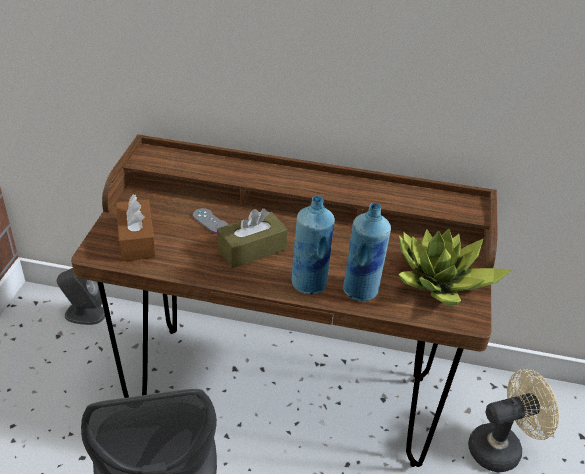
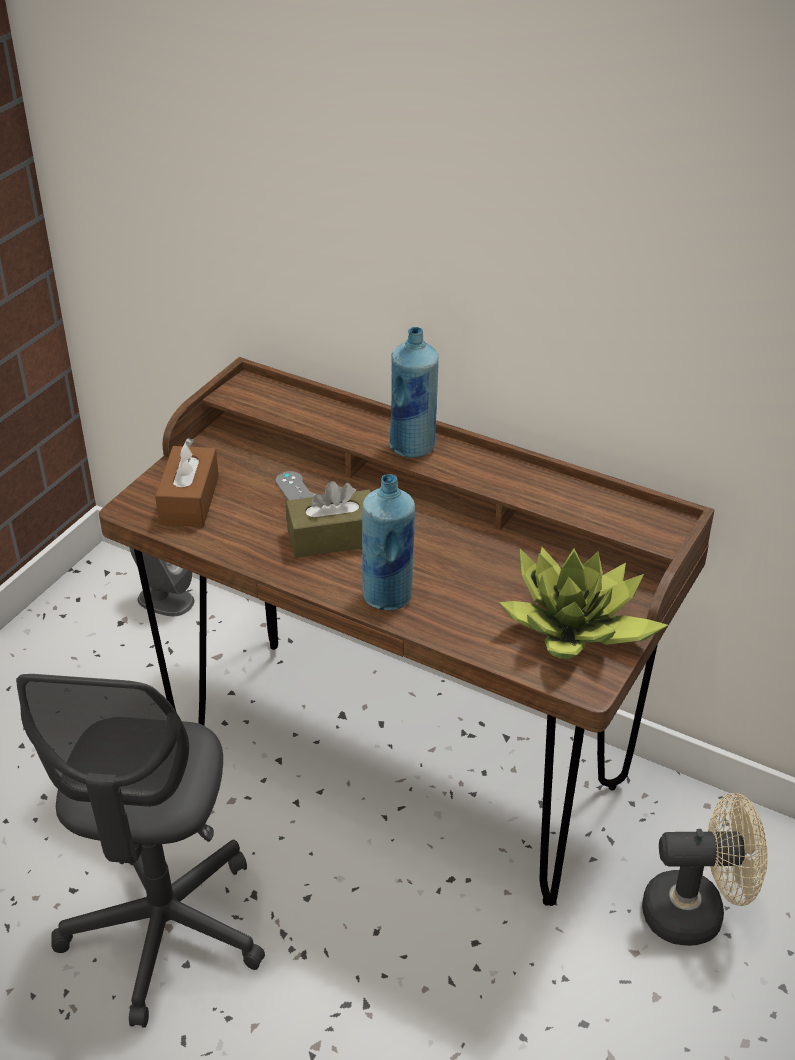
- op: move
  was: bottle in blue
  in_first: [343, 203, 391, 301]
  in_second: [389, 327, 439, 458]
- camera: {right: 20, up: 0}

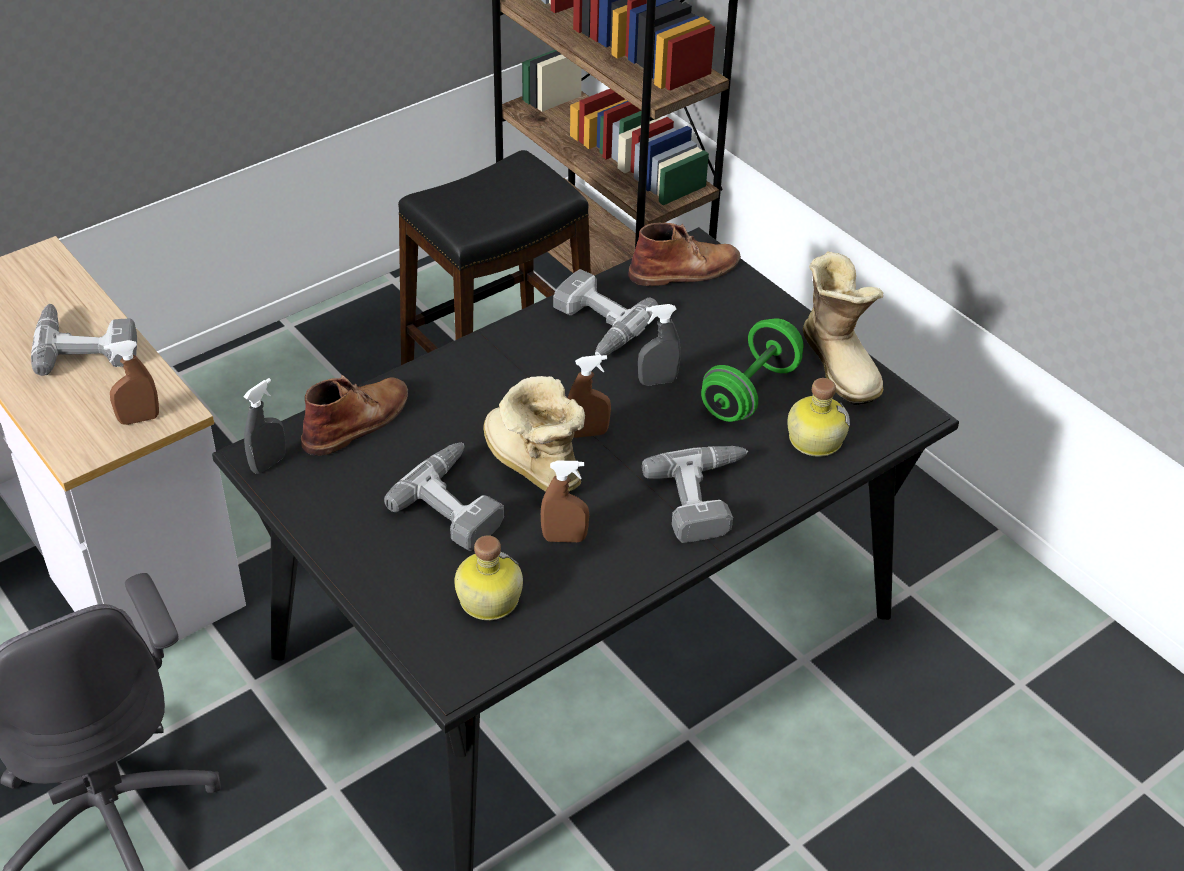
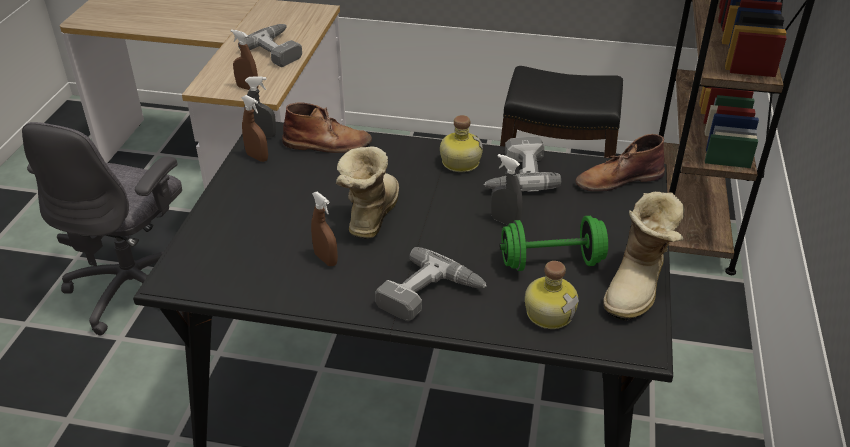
- op: delete
  was: power drill
  in_first: [384, 442, 504, 551]
- op: move
  was: bottle
  in_first: [454, 535, 523, 620]
  in_second: [440, 115, 483, 172]
- op: move
  was: spray bottle in brown
  in_first: [568, 355, 611, 438]
  in_second: [241, 95, 268, 162]
- op: rotate
  was: boot in brown
  in_first: [628, 223, 741, 286]
  in_second: [575, 134, 665, 192]
  clockwise: 135
- camera: {right: 50, up: -5}

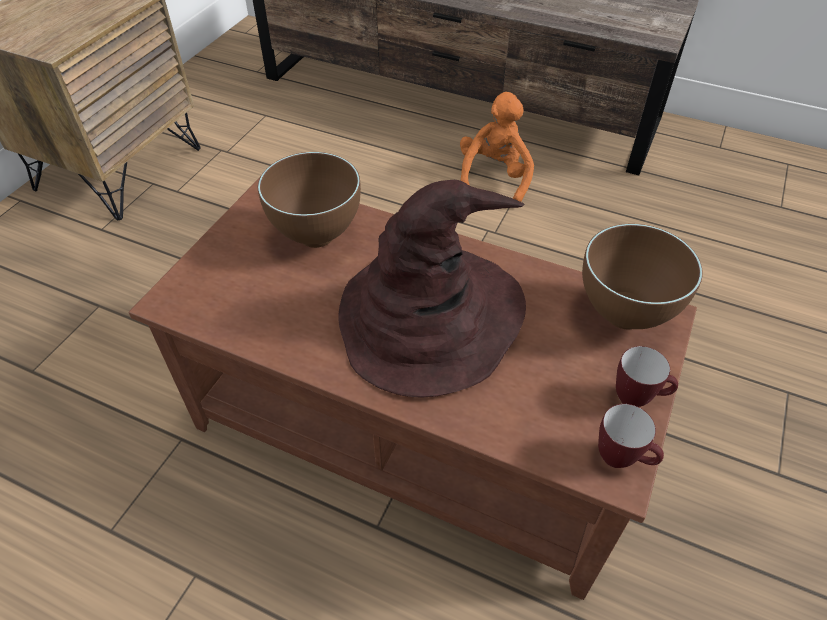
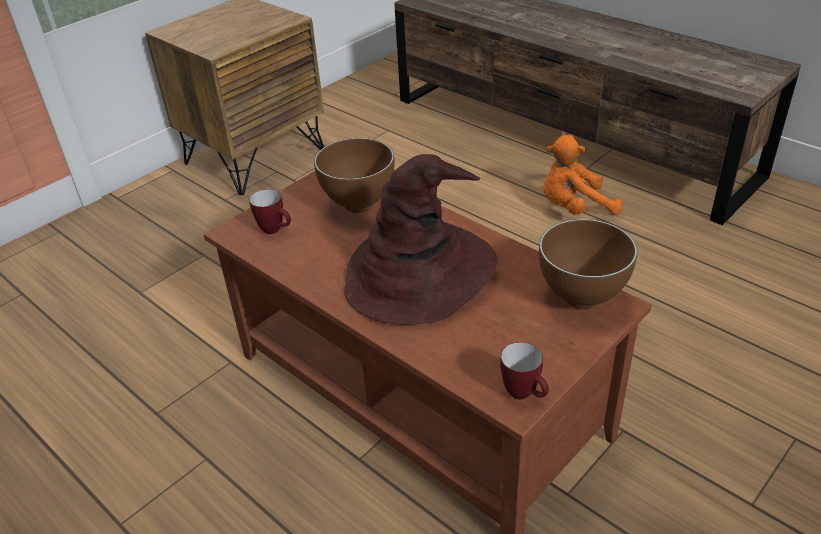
- op: move
  was: mug
  in_first: [616, 346, 678, 407]
  in_second: [249, 189, 291, 234]
- op: rotate
  was: plush toy in orange
  in_first: [460, 92, 534, 202]
  in_second: [543, 135, 622, 215]
  clockwise: -135
- camera: {right: 20, up: -10}

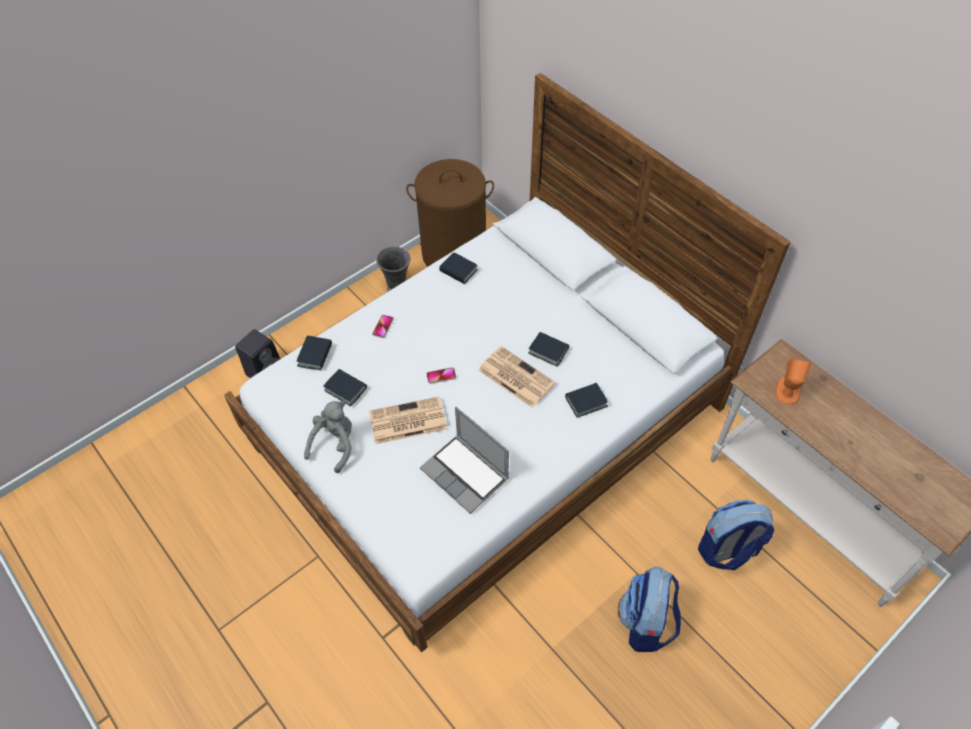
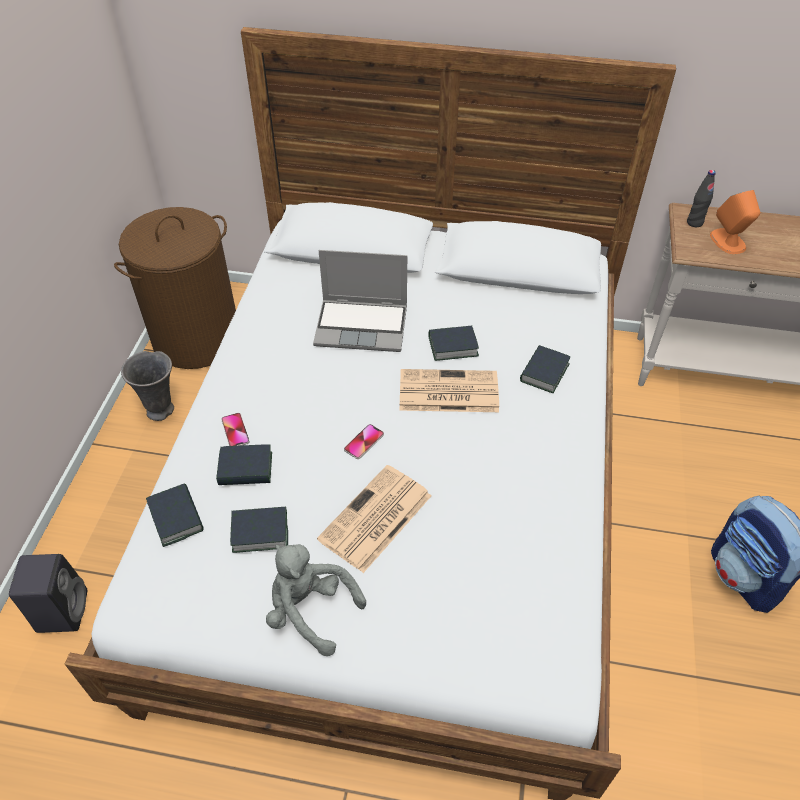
- op: delete
  was: backpack
  in_first: [698, 500, 774, 570]
- op: insert
  now: bottle in black
  in_second: [687, 170, 716, 227]
- op: move
  was: laptop
  in_first: [420, 407, 509, 514]
  in_second: [313, 250, 407, 352]
- op: move
  was: book
  in_first: [439, 252, 478, 284]
  in_second: [216, 444, 272, 485]
- op: rotate
  was: plush toy in grey
  in_first: [304, 401, 352, 473]
  in_second: [266, 544, 366, 656]
  clockwise: -45
- camera: {right: -40, up: -5}

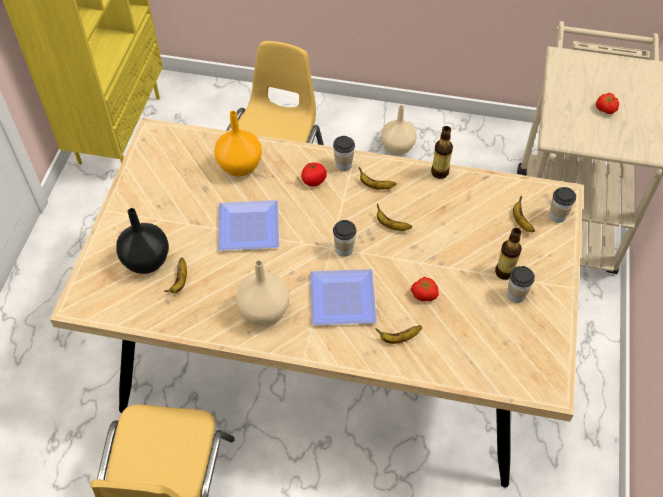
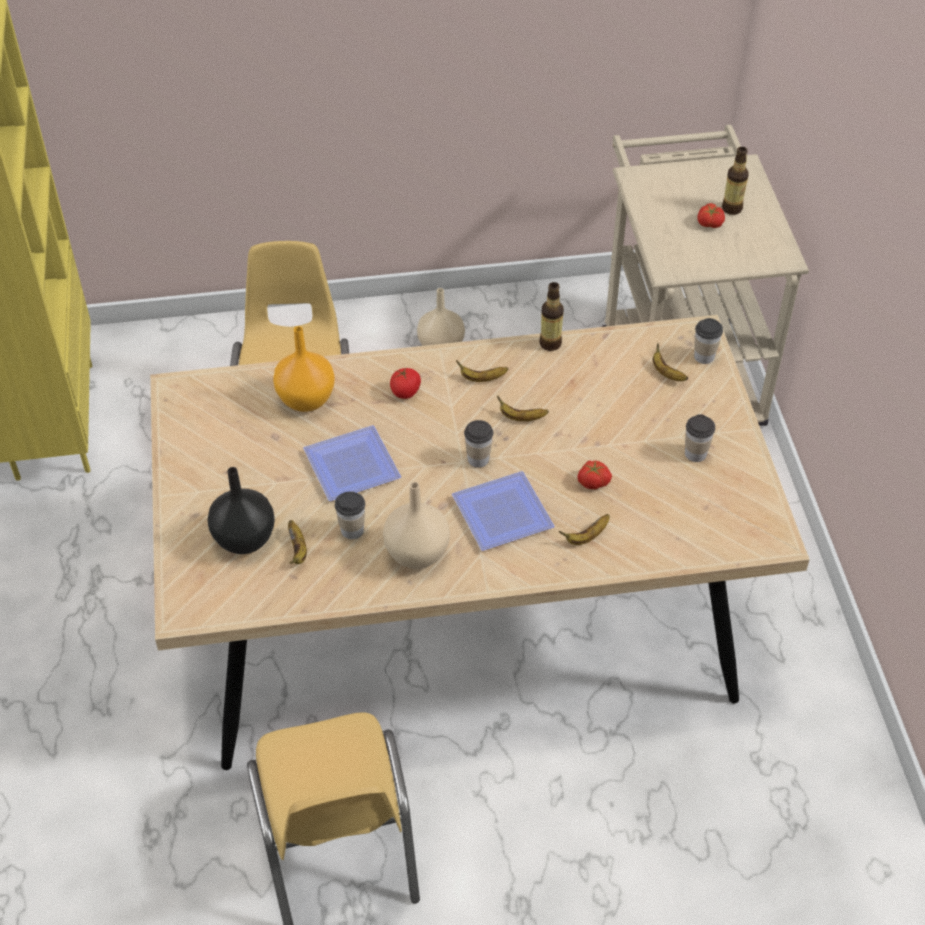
- op: move
  was: cup
  in_first: [333, 136, 355, 171]
  in_second: [335, 492, 365, 539]
- op: move
  was: bottle
  in_first: [495, 228, 522, 280]
  in_second: [722, 147, 749, 215]
- camera: {right: -20, up: -5}

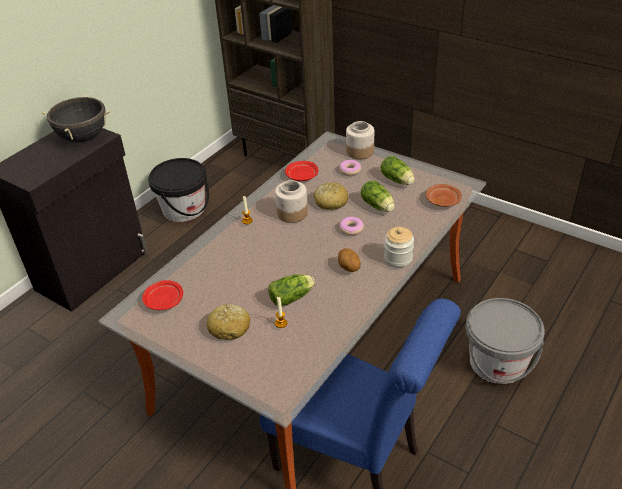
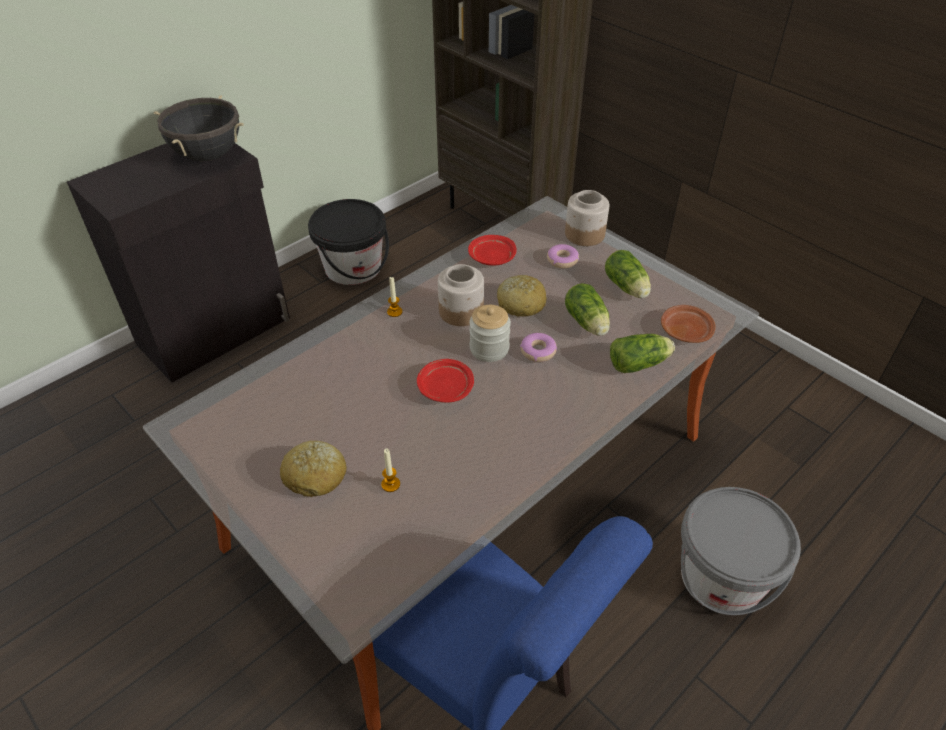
- op: delete
  was: potato
  in_first: [338, 248, 361, 272]
- op: move
  was: plate in red
  in_first: [142, 280, 183, 310]
  in_second: [417, 359, 474, 403]
- op: move
  was: lettuce
  in_first: [268, 274, 315, 306]
  in_second: [610, 334, 675, 373]
- op: move
  was: jar
  in_first: [384, 227, 414, 268]
  in_second: [469, 305, 511, 362]
- camera: {right: 10, up: 5}

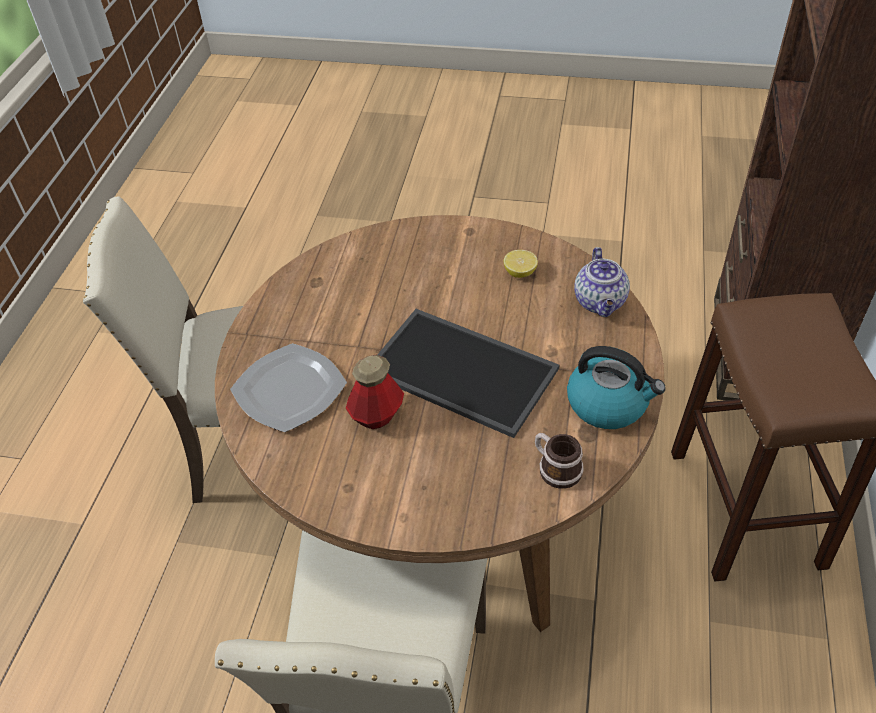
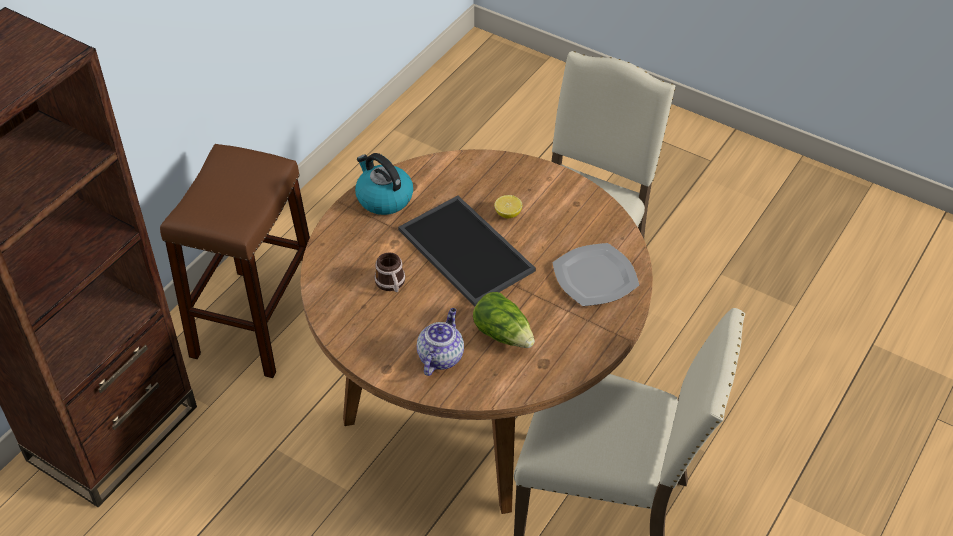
- op: delete
  was: bottle
  in_first: [346, 355, 404, 429]
- op: insert
  now: lettuce
  in_second: [473, 292, 535, 348]
- op: move
  was: lemon
  in_first: [504, 250, 538, 278]
  in_second: [494, 195, 522, 218]
- op: move
  was: mug
  in_first: [535, 433, 584, 489]
  in_second: [374, 252, 405, 292]
- op: move
  was: teapot
  in_first: [574, 247, 630, 317]
  in_second: [417, 308, 464, 376]
- camera: {right: -160, up: 0}

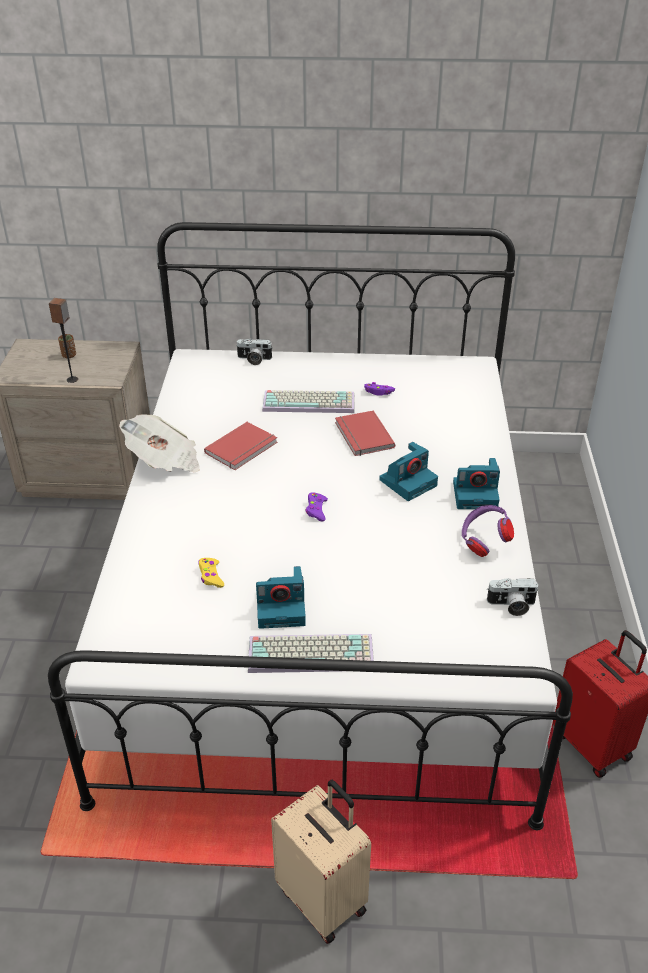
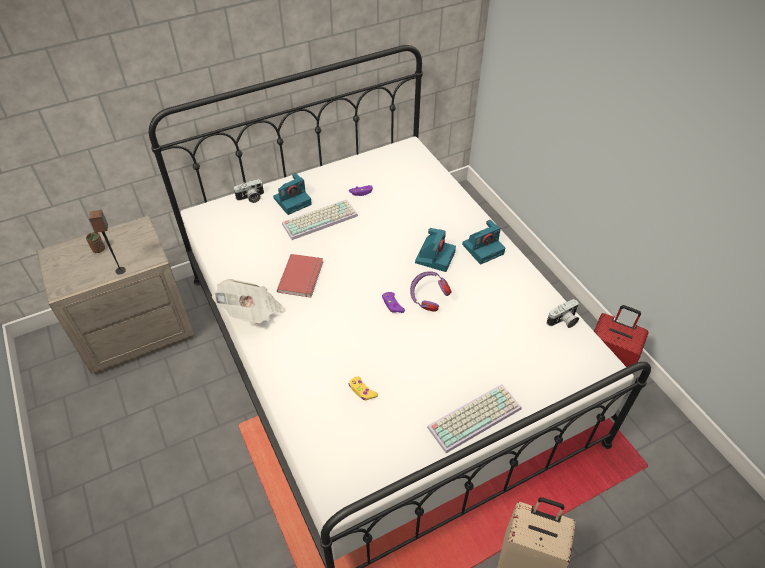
- op: delete
  was: book in red
  in_first: [335, 410, 395, 456]
- op: move
  was: photo camera
  in_first: [256, 566, 306, 629]
  in_second: [273, 173, 312, 215]
- op: move
  was: headphones in purple
  in_first: [462, 505, 514, 557]
  in_second: [410, 271, 451, 312]
- camera: {right: -30, up: 10}

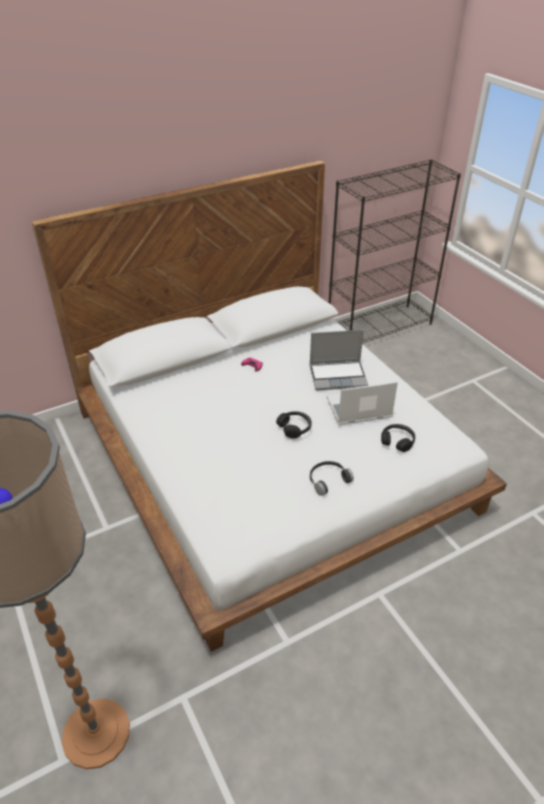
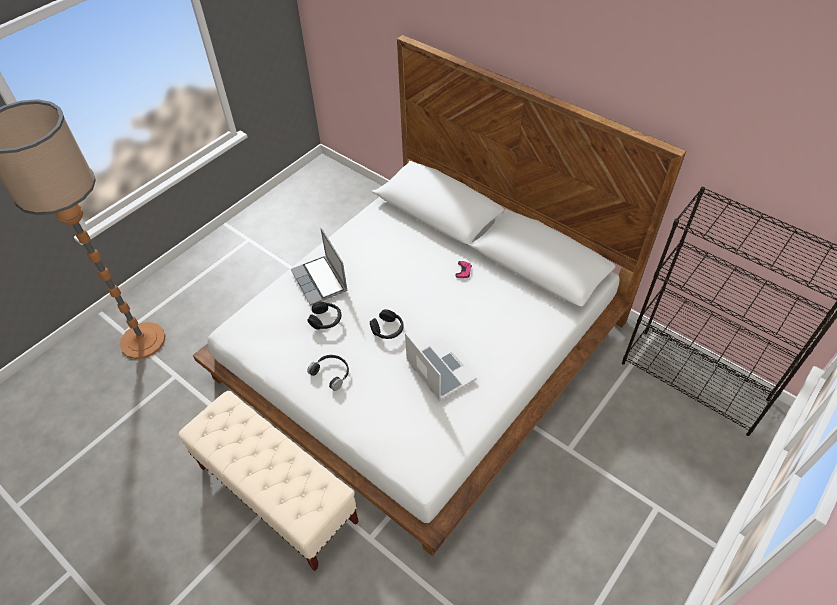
- op: insert
  now: bench in beige
  in_second: [178, 391, 359, 571]
- op: move
  was: laptop
  in_first: [309, 330, 368, 391]
  in_second: [291, 228, 348, 306]
- op: move
  was: headphones in black
  in_first: [381, 424, 415, 452]
  in_second: [307, 302, 341, 330]
- camera: {right: 70, up: 10}

